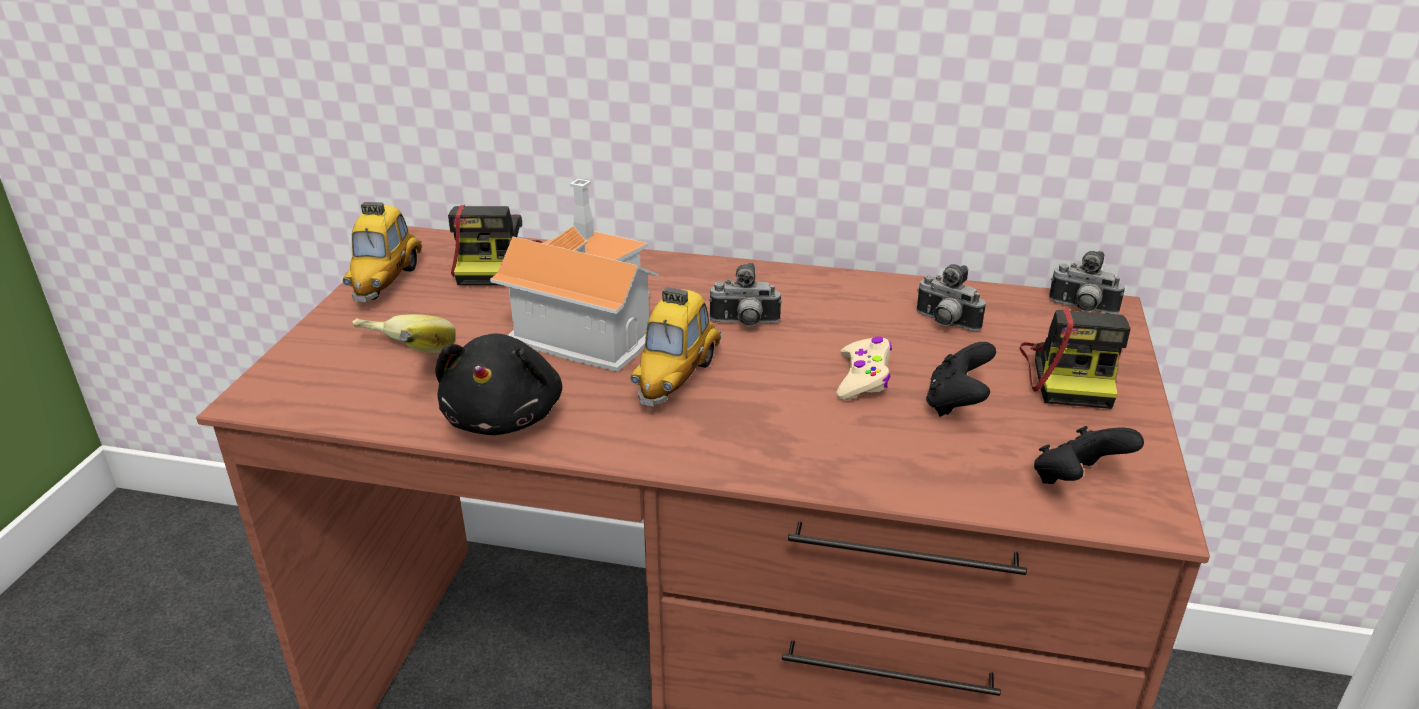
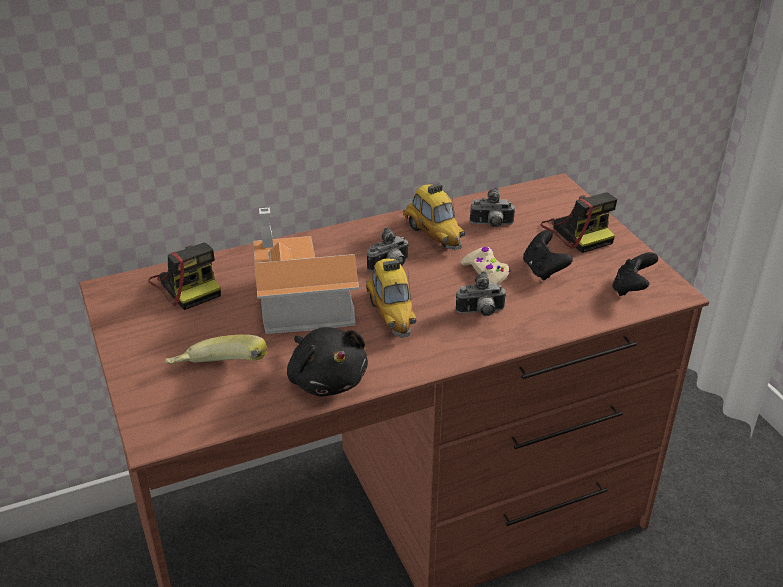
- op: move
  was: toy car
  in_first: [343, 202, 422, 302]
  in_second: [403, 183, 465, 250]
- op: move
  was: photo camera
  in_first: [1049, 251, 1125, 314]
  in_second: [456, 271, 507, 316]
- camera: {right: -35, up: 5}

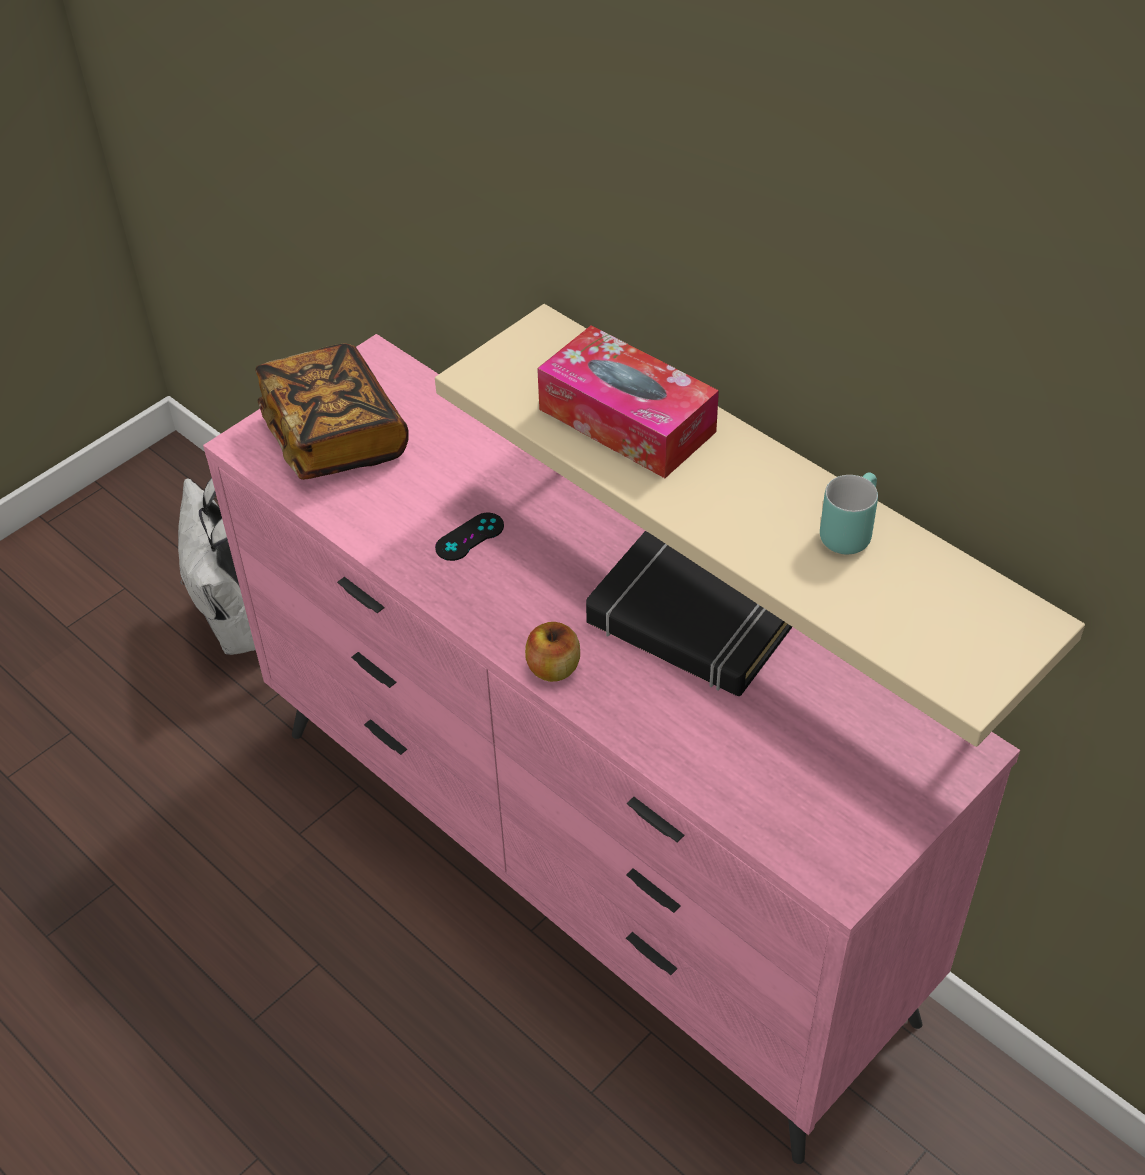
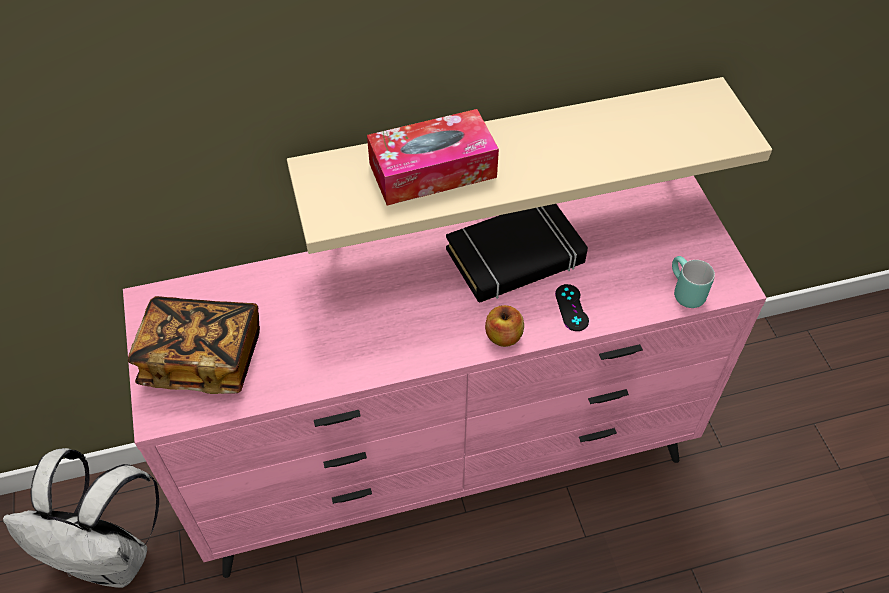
- op: move
  was: game controller in black
  in_first: [435, 513, 504, 561]
  in_second: [555, 284, 589, 331]
- op: move
  was: mug in turquoise
  in_first: [820, 472, 878, 555]
  in_second: [672, 256, 715, 308]
- camera: {right: -60, up: 5}

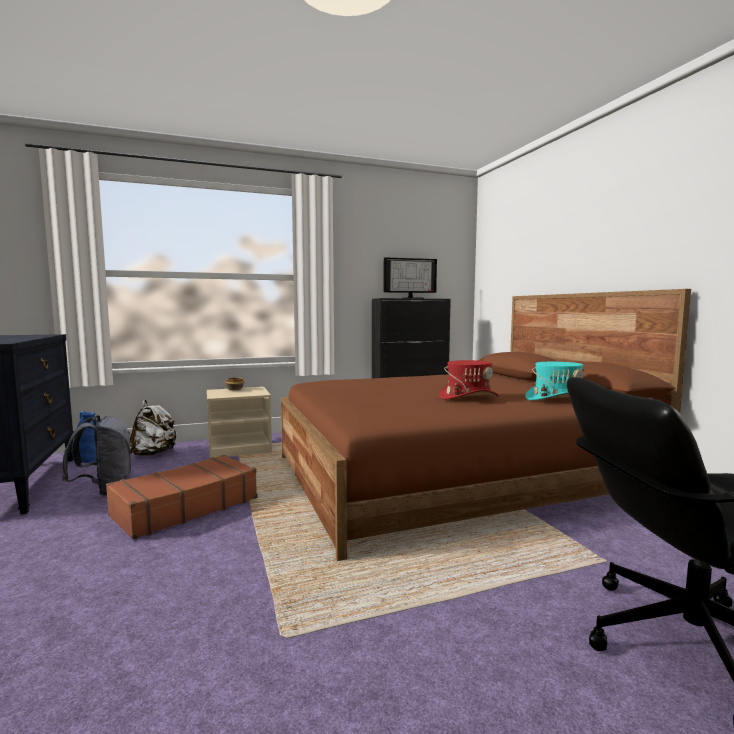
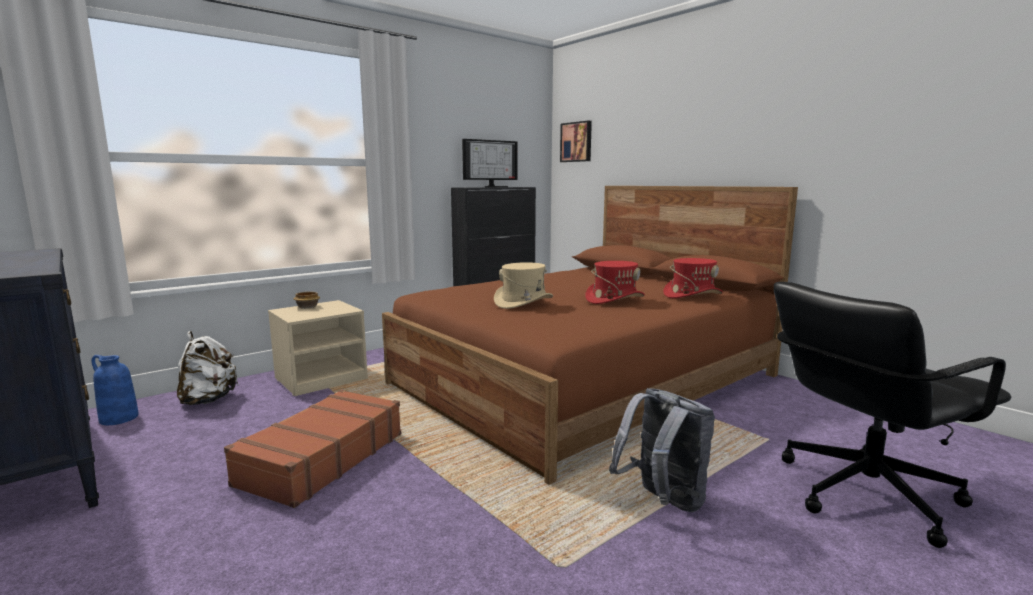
- op: insert
  now: hat in beige
  in_second: [494, 262, 553, 309]
- op: insert
  now: picture
  in_second: [560, 120, 592, 162]
- op: move
  was: backpack in grey
  in_first: [62, 415, 131, 496]
  in_second: [609, 388, 715, 512]
- op: recolor
  was: hat in turquoise
  now: hat in red
  in_first: [525, 362, 585, 400]
  in_second: [663, 258, 723, 298]
- camera: {right: -20, up: 5}

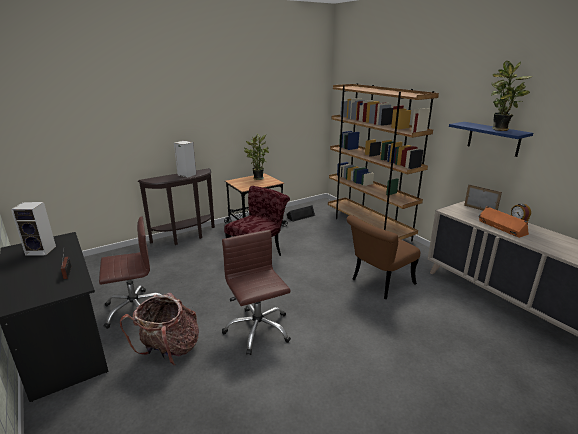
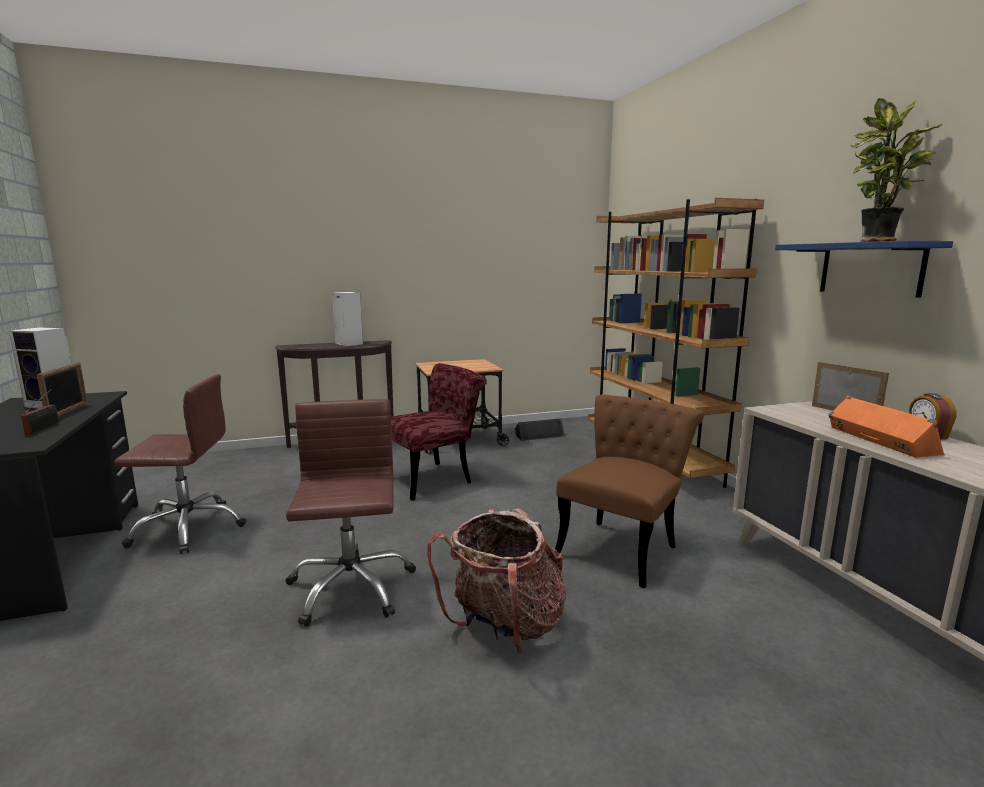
- op: delete
  was: potted plant
  in_first: [244, 134, 269, 180]
- op: insert
  now: picture frame
  in_second: [36, 362, 88, 417]
- op: move
  was: backpack
  in_first: [120, 293, 199, 366]
  in_second: [427, 508, 566, 656]
- op: rotate
  was: chair in brown
  in_first: [346, 215, 420, 299]
  in_second: [555, 394, 704, 588]
  clockwise: 150
- camera: {right: 15, up: -10}

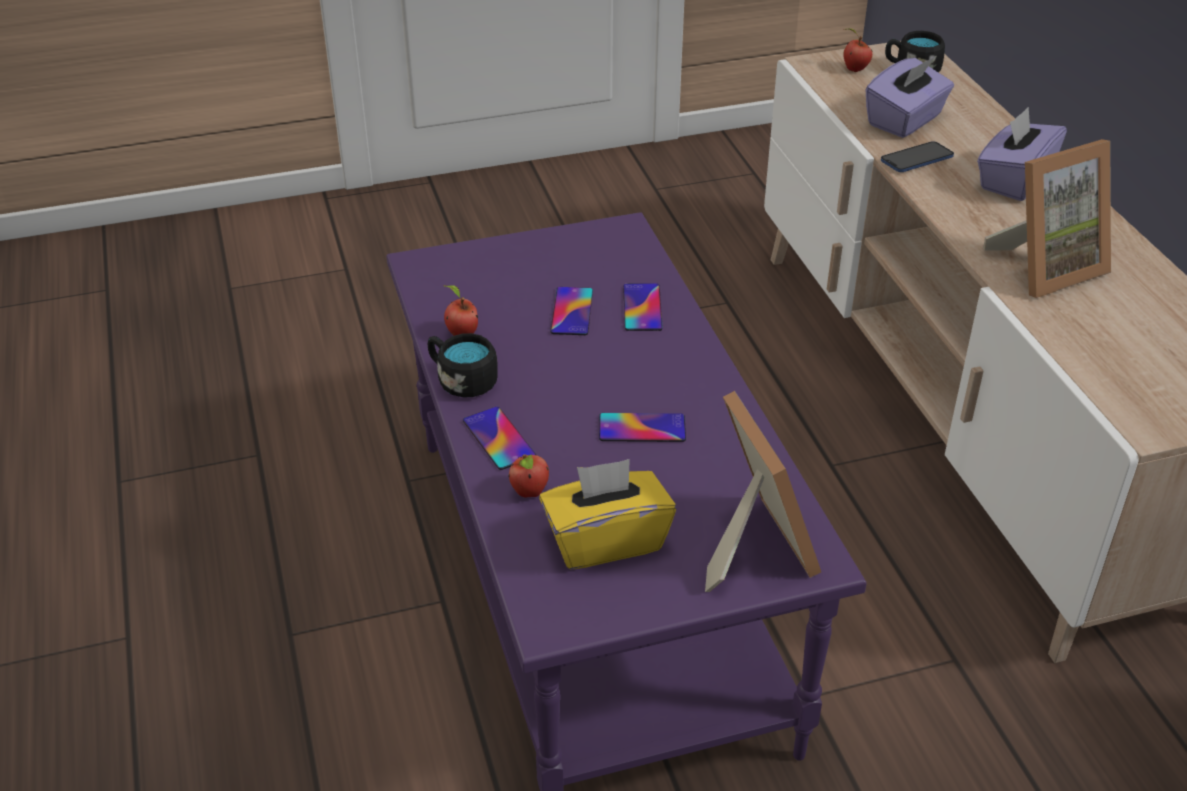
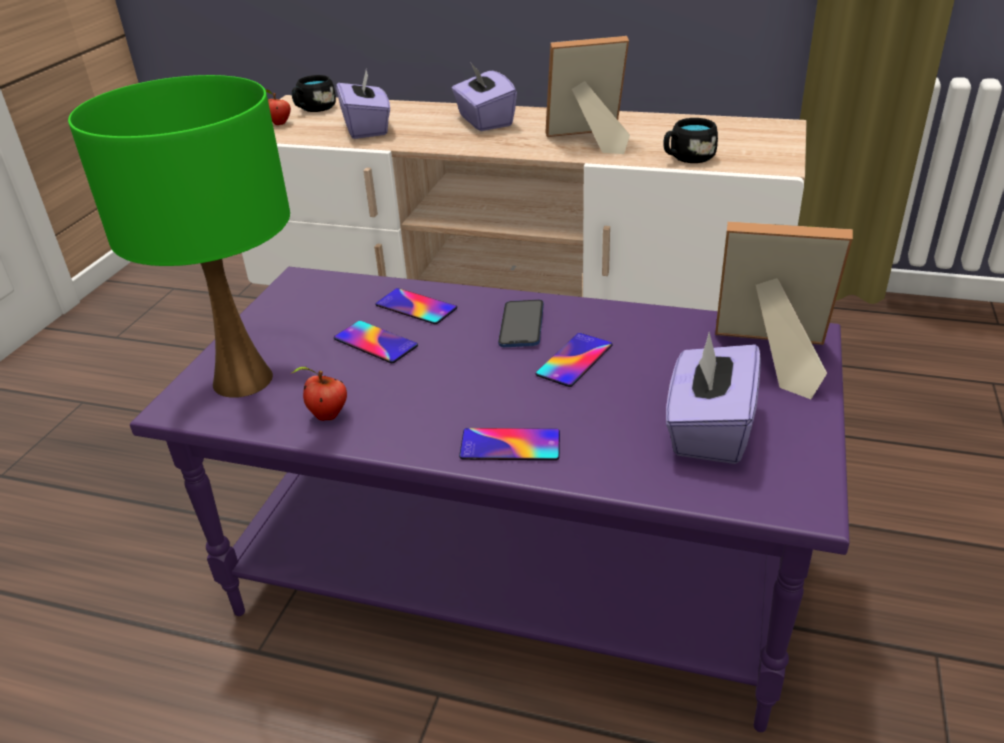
- op: delete
  was: apple
  in_first: [508, 454, 549, 497]
- op: insert
  now: table lamp in green
  in_second: [68, 75, 290, 398]
- op: move
  was: mug in black
  in_first: [428, 333, 498, 397]
  in_second: [663, 118, 718, 163]
- op: move
  was: phone
  in_first: [881, 141, 954, 172]
  in_second: [498, 300, 544, 347]
- op: recolor
  was: tissue box in yellow
  now: tissue box in purple
  in_first: [539, 459, 676, 570]
  in_second: [666, 332, 761, 464]
- op: rotate
  was: picture frame
  in_first: [984, 139, 1111, 298]
  in_second: [545, 36, 630, 154]
  clockwise: -105
- camera: {right: -55, up: -5}

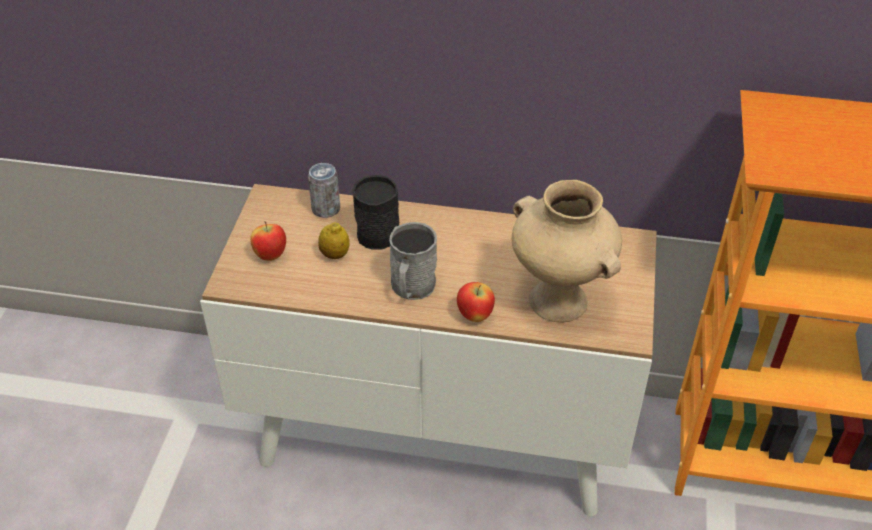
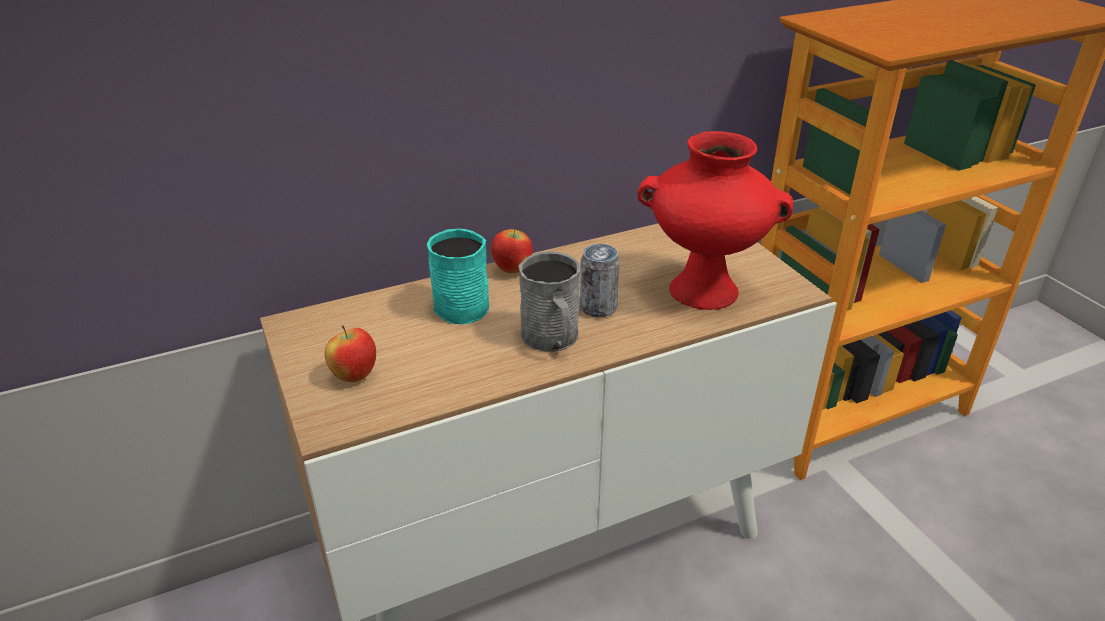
- op: delete
  was: lemon
  in_first: [318, 222, 350, 259]
- op: move
  was: can
  in_first: [308, 163, 340, 218]
  in_second: [580, 244, 620, 318]
- op: move
  was: apple
  in_first: [457, 282, 495, 322]
  in_second: [491, 226, 533, 273]
- op: recolor
  was: mug in black
  now: mug in turquoise
  in_first: [352, 175, 399, 250]
  in_second: [427, 229, 489, 324]
- op: recolor
  was: vase in beige
  now: vase in red
  in_first: [512, 180, 622, 322]
  in_second: [637, 131, 794, 310]
- camera: {right: -35, up: -10}

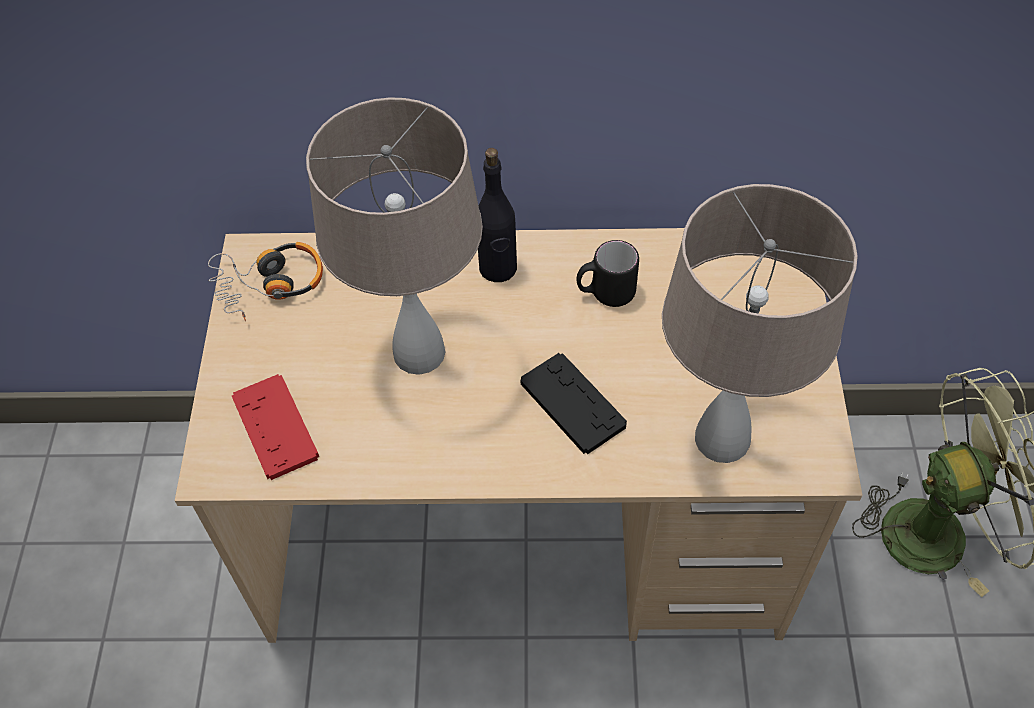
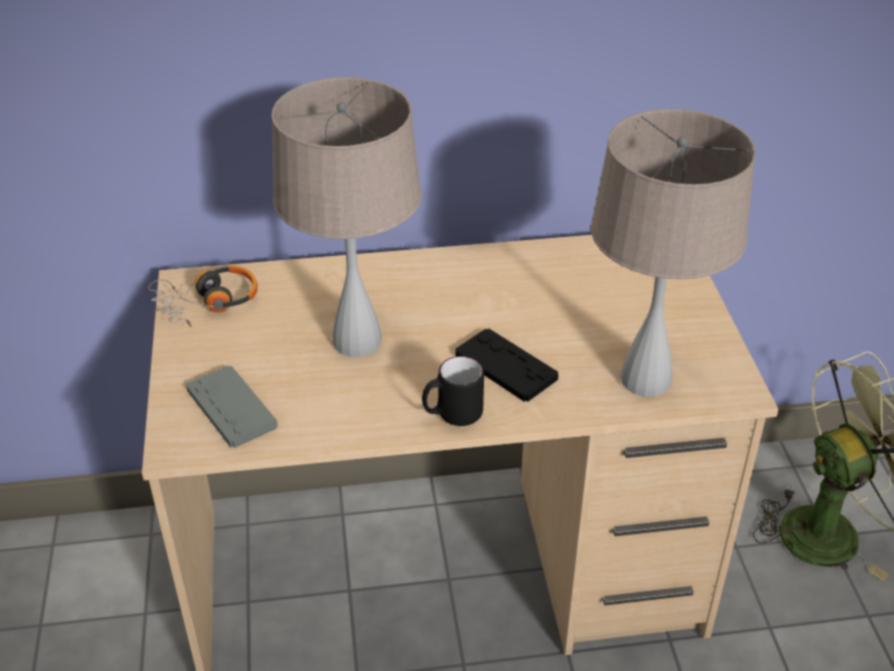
- op: delete
  was: bottle in black
  in_first: [478, 148, 517, 282]
- op: move
  was: mug in black
  in_first: [577, 240, 639, 307]
  in_second: [422, 356, 484, 426]
- op: recolor
  was: game controller in red
  now: game controller in grey
  in_first: [232, 374, 319, 480]
  in_second: [186, 366, 278, 448]
- camera: {right: -10, up: -15}

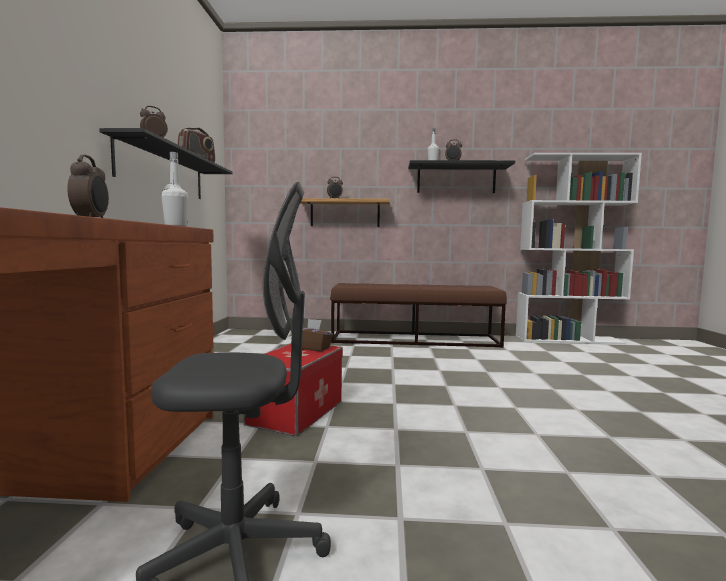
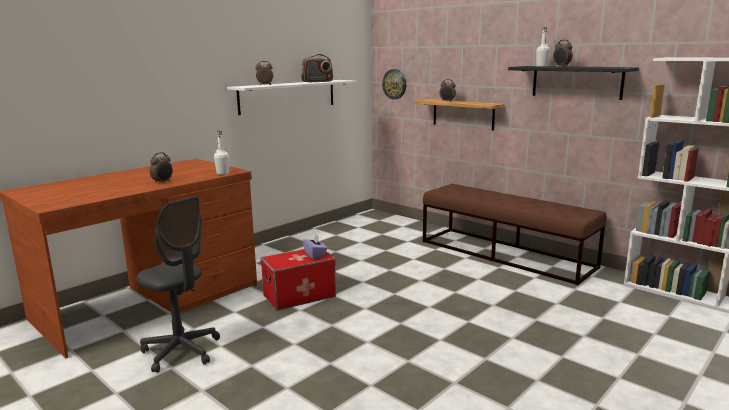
- op: insert
  now: wall clock
  in_second: [382, 69, 406, 100]
- op: recolor
  was: shelf in black
  now: shelf in white
  in_first: [99, 128, 233, 199]
  in_second: [227, 80, 356, 115]
- op: recolor
  was: tissue box in brown
  now: tissue box in purple
  in_first: [291, 319, 334, 351]
  in_second: [303, 234, 327, 259]
- camera: {right: 40, up: 10}

